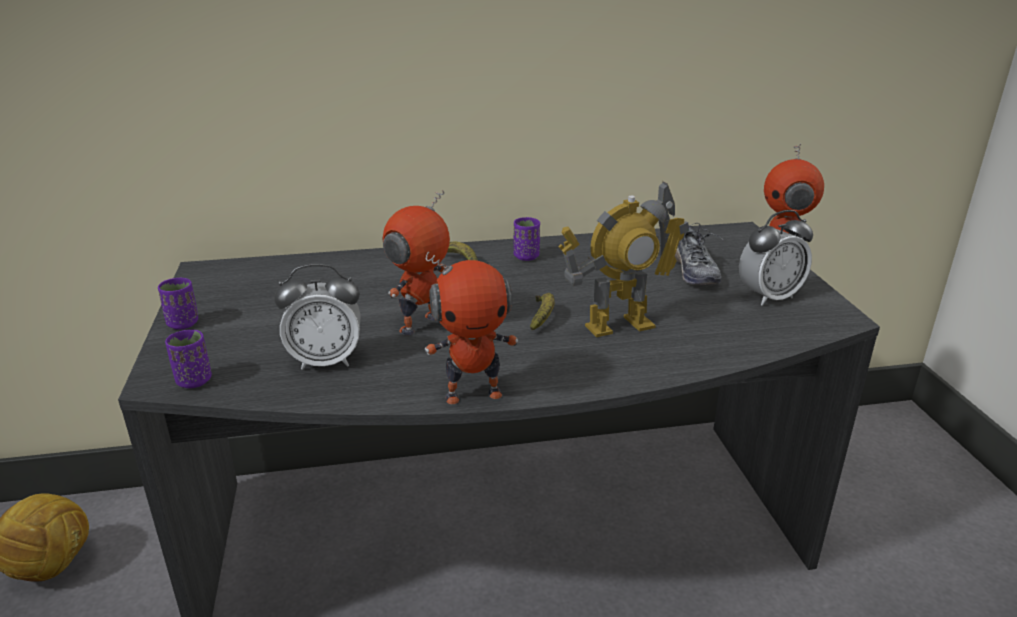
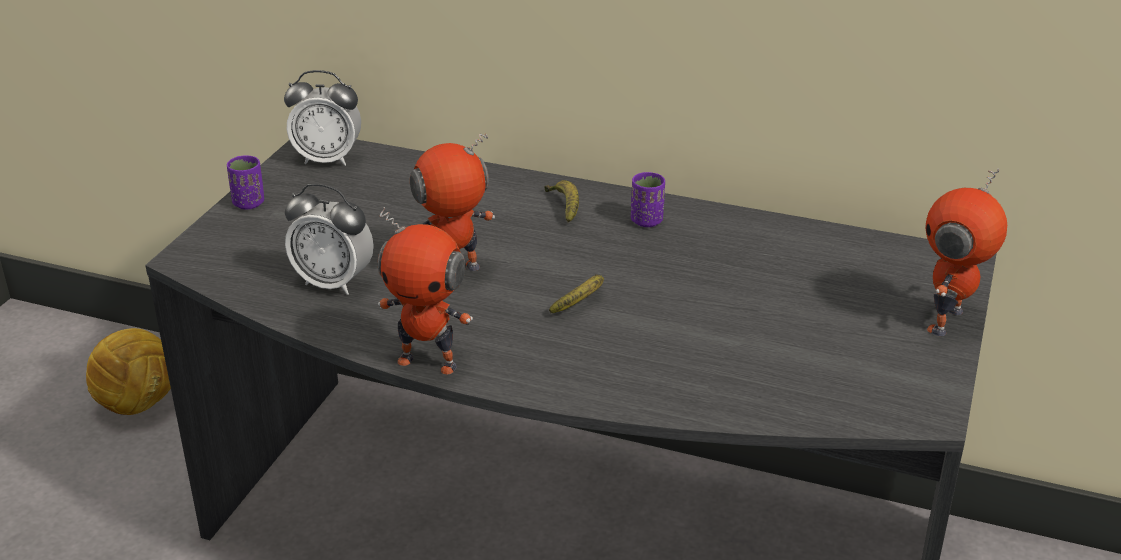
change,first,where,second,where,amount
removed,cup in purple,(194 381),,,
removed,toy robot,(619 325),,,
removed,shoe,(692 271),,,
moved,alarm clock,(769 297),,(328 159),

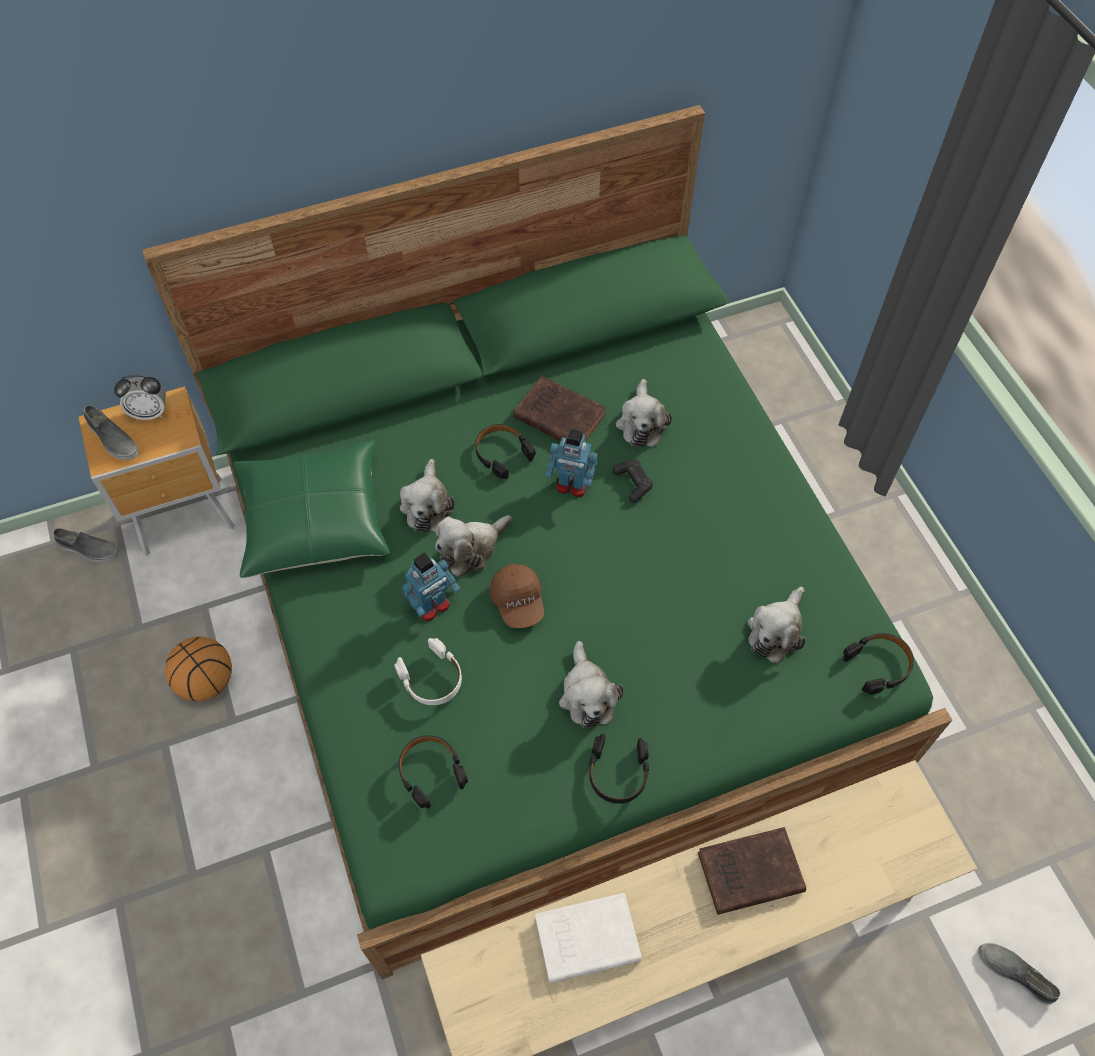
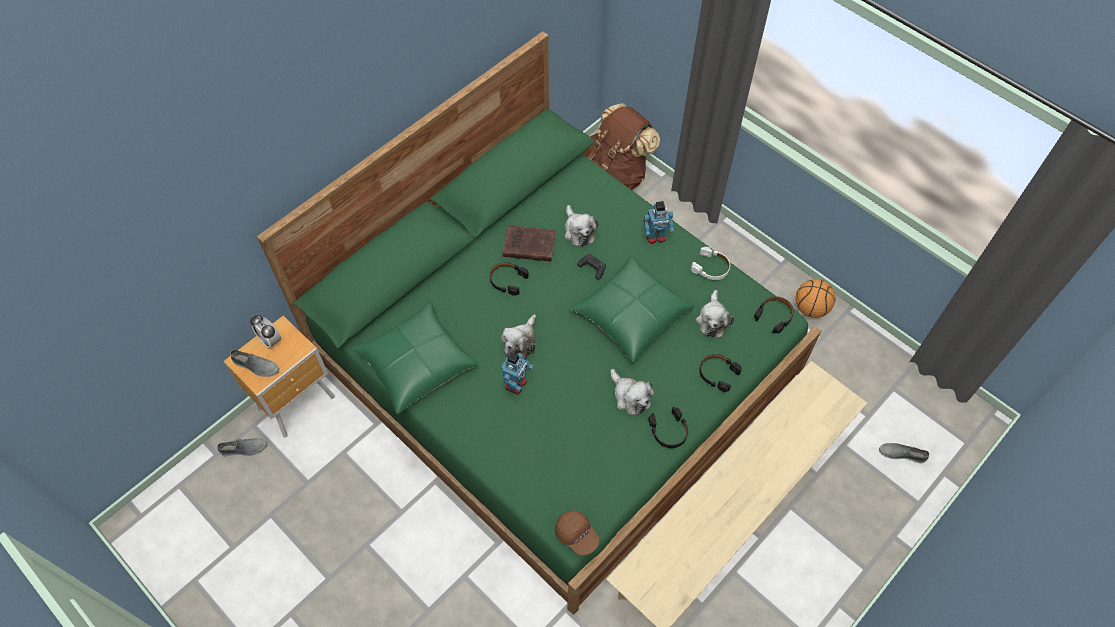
change,first,where,second,where,amount
turned,alarm clock,(150 413),,(270 340),75 degrees clockwise
moved,basketball,(206 682),,(811 309),
moved,headphones in white,(432 678),,(711 268),
moved,headphones in black,(430 771),,(717 373),
removed,plush toy,(427 505),,,
moved,cap in brown,(518 602),,(577 535),
removed,book in white,(584 940),,,
moved,toy robot,(572 485),,(655 237),
removed,book in brown,(747 873),,,
added,,,pillow in green,(631 315),
added,,,backpack in brown,(615 174),

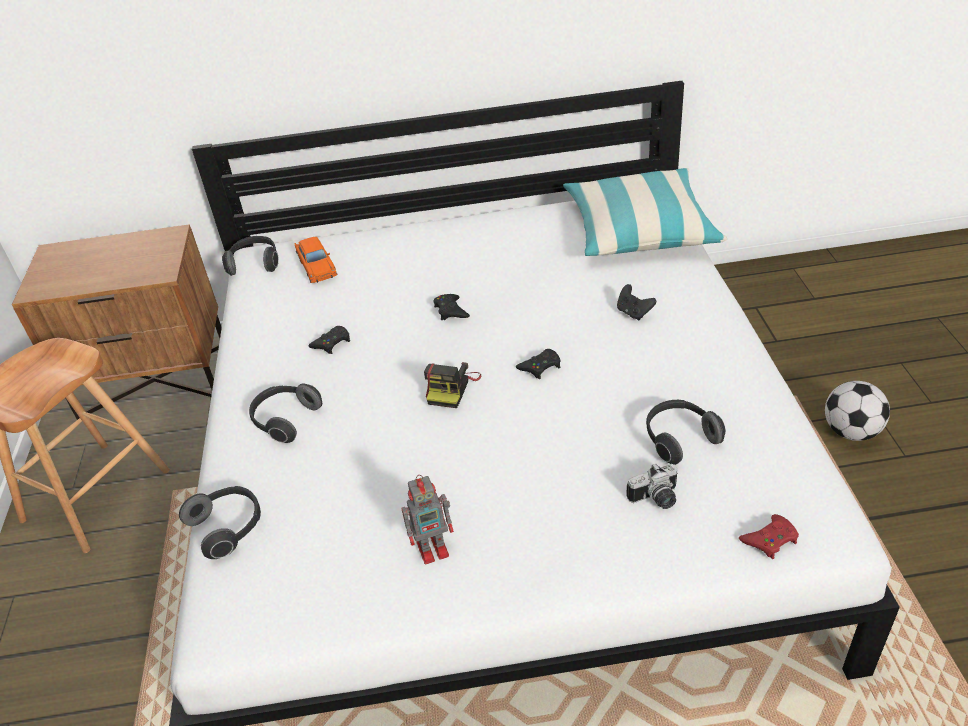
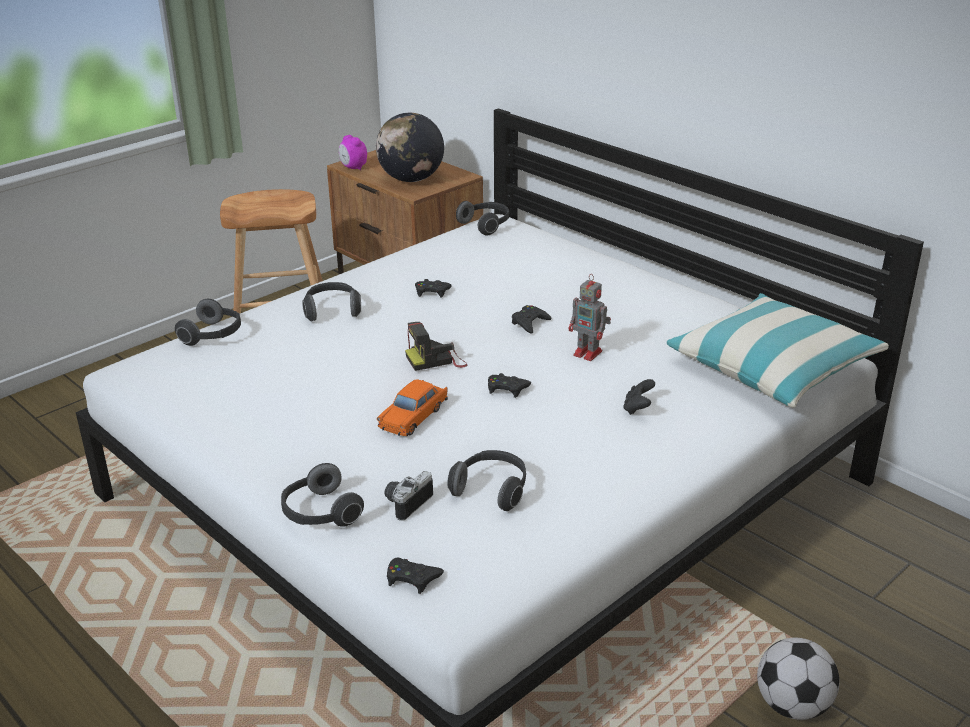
change,first,where,second,where,amount
moved,toy car in orange,(317 266),,(414 417),
moved,toy robot,(434 548),,(589 353),
turned,photo camera,(656 499),,(406 502),90 degrees clockwise
recoloured,game controller in red,(770 539),game controller in black,(412 578),
added,,,headphones,(319 514),
added,,,alarm clock,(353 168),
added,,,globe,(411 179),

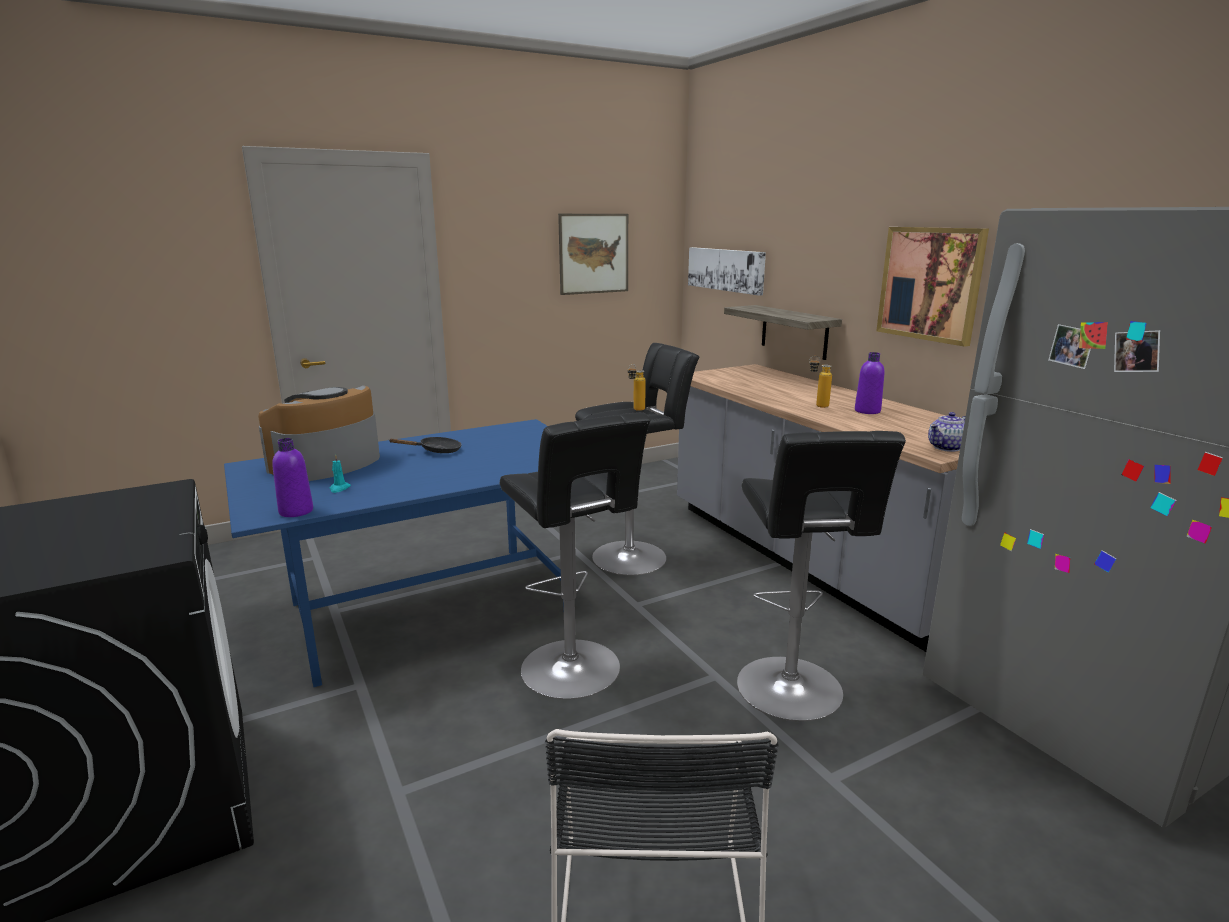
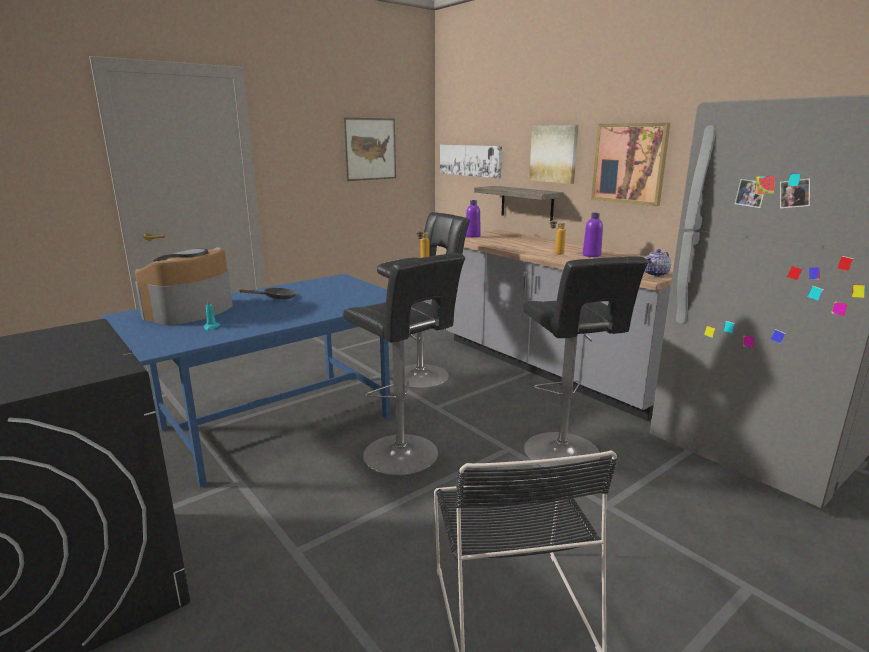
change,first,where,second,where,amount
moved,bottle in purple,(296 511),,(472 236),
added,,,picture,(554 154),

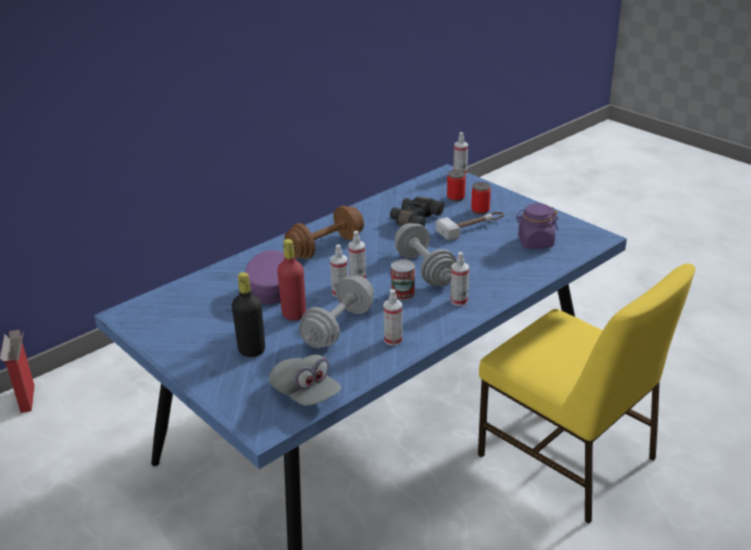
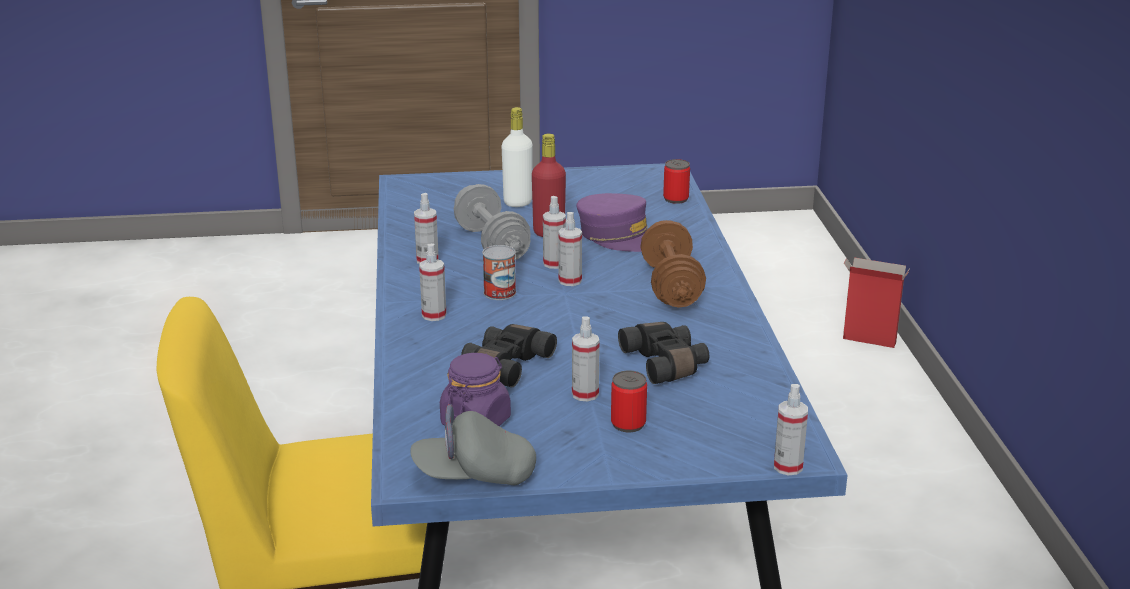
change,first,where,second,where,amount
recoloured,bottle in black,(252 350),bottle in white,(518 202),
moved,cap in grey,(305 394),,(474 475),
removed,dumbbell in grey,(425 269),,,
replaced,hammer,(472 228),spray bottle,(585 394),
moved,can,(455 197),,(676 199),
added,,,binoculars in black,(505 365),

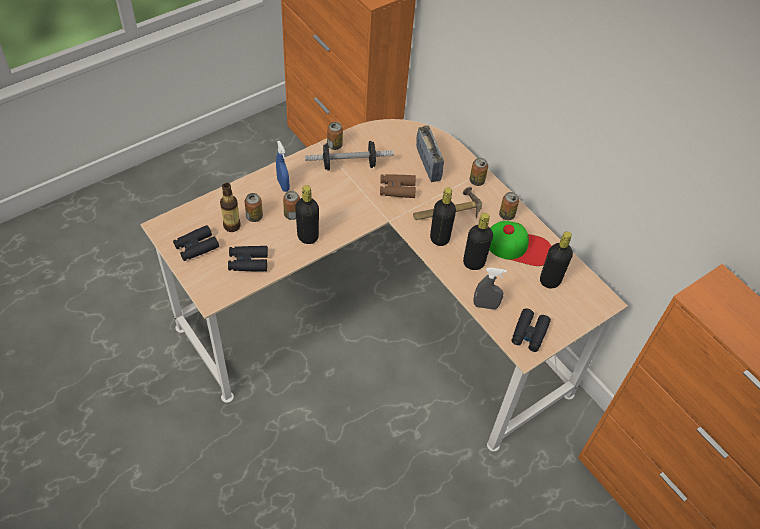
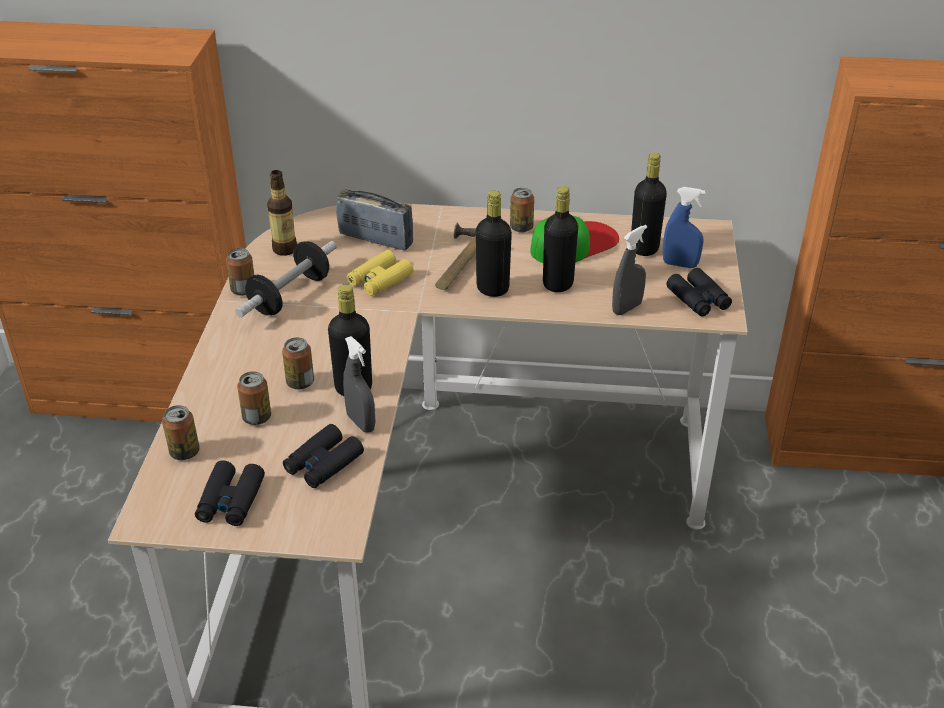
change,first,where,second,where,amount
moved,bottle,(232 226),,(285 249),
moved,spray bottle in blue,(283 185),,(680 264),
recoloured,binoculars in brown,(397 189),binoculars in yellow,(380 280),
moved,can,(477 181),,(184 452),
added,,,spray bottle in grey,(361 423),

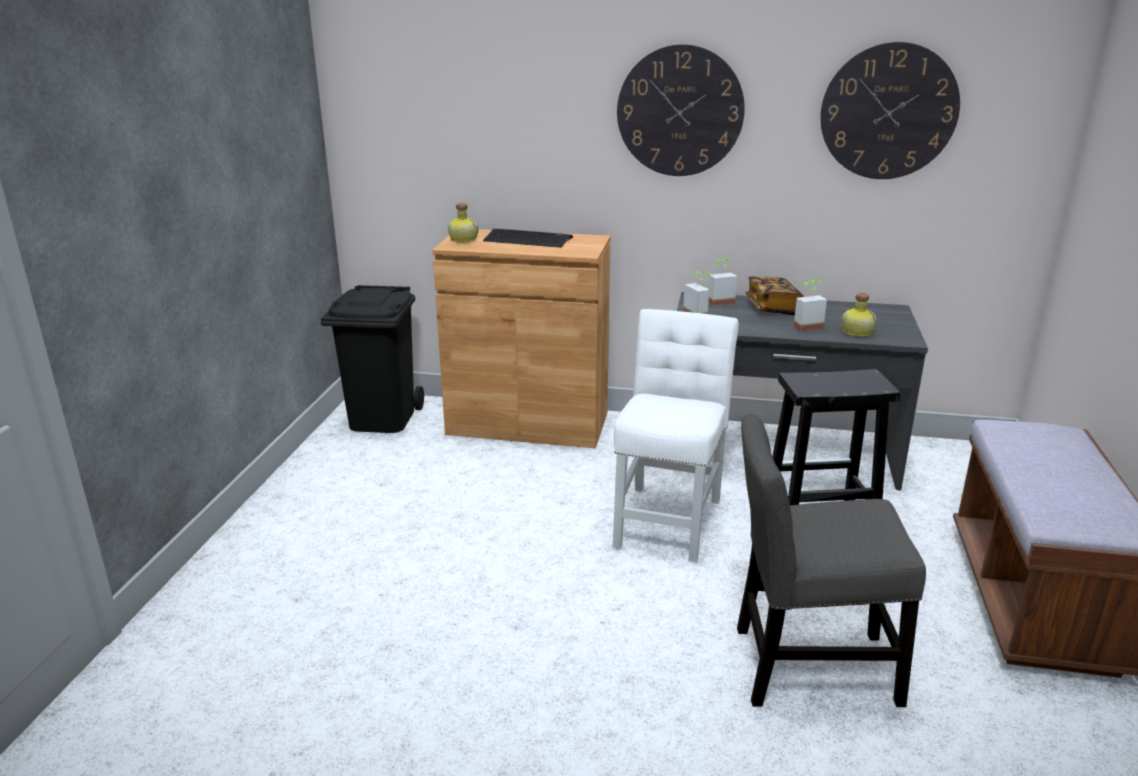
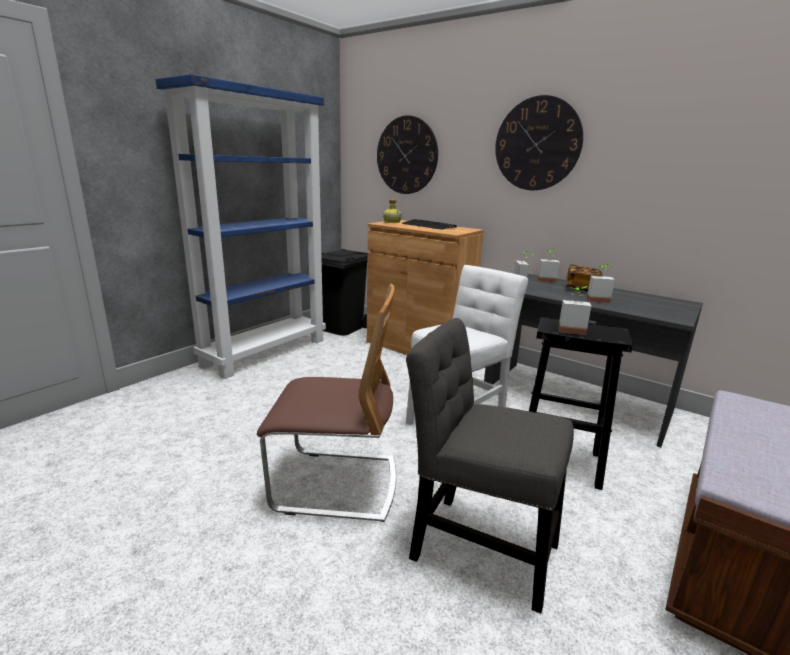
change,first,where,second,where,amount
moved,wall clock,(888 112),,(406 155),
removed,bottle,(856 331),,,
added,,,bookcase in blue,(266 352),
added,,,chair,(336 484),
added,,,potted plant,(571 329),

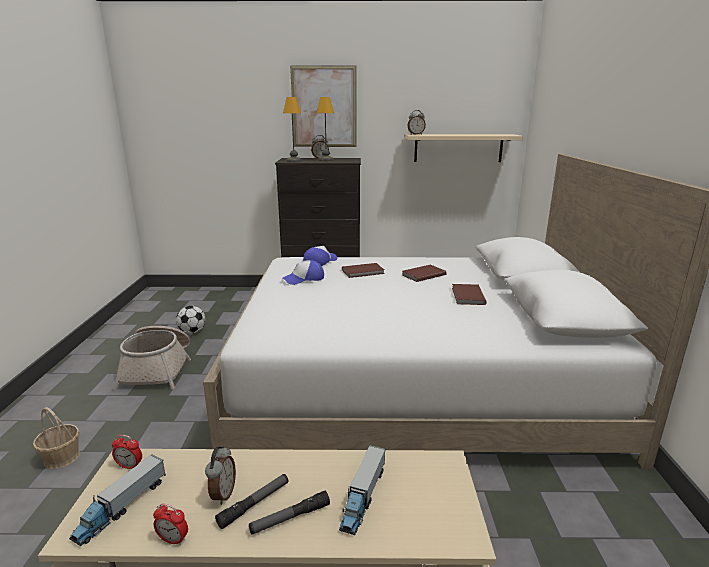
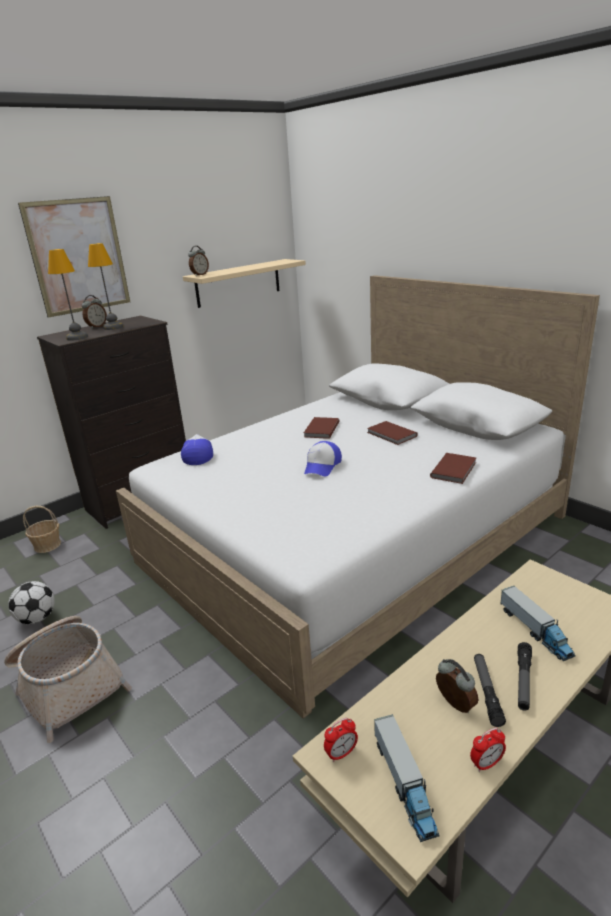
change,first,where,second,where,amount
moved,basket,(62 458),,(47 545),
moved,cap,(304 279),,(322 466),
moved,book in brown,(363 272),,(455 470),

